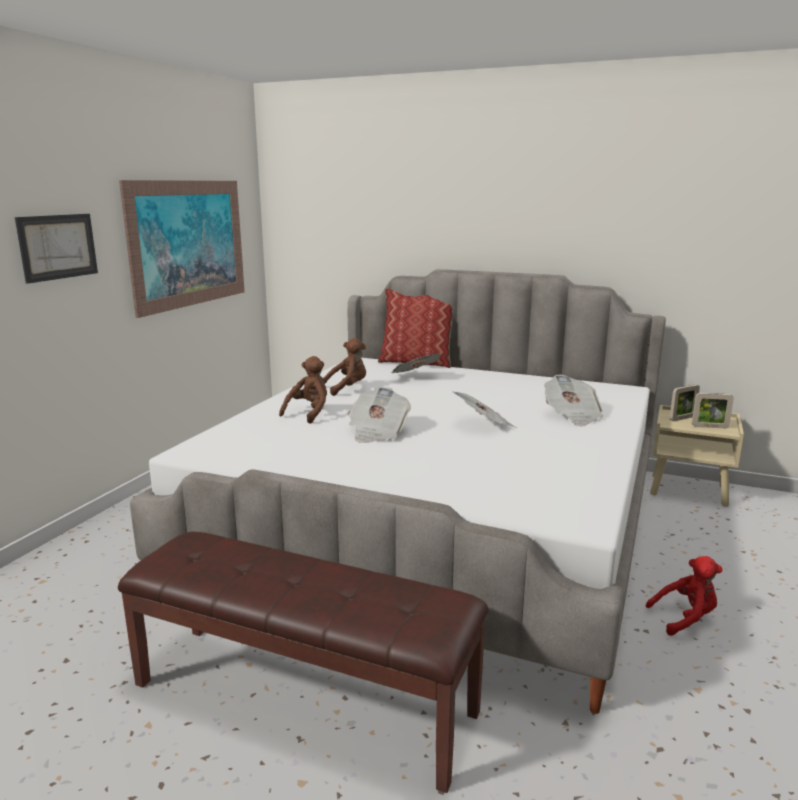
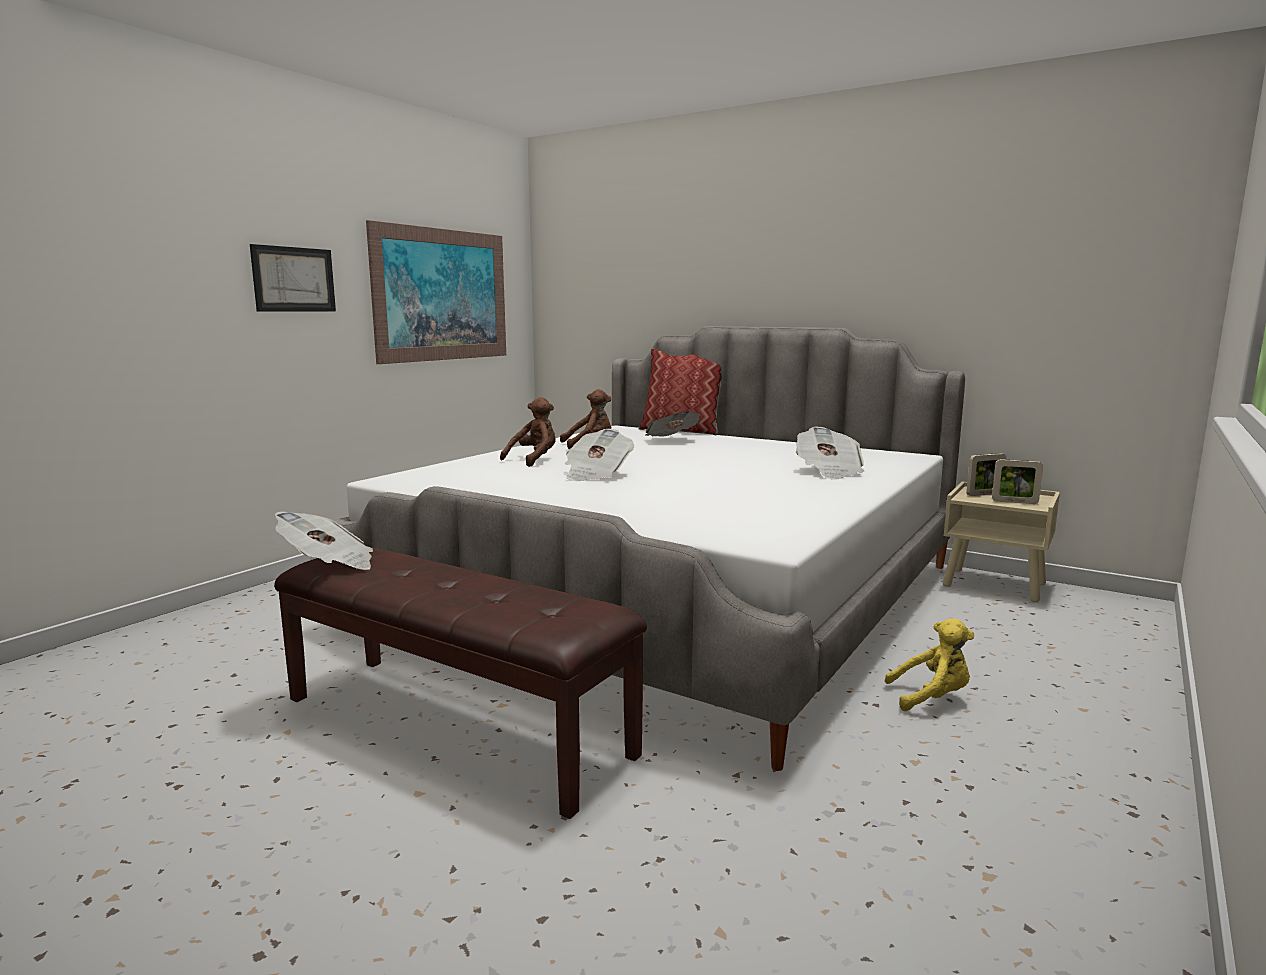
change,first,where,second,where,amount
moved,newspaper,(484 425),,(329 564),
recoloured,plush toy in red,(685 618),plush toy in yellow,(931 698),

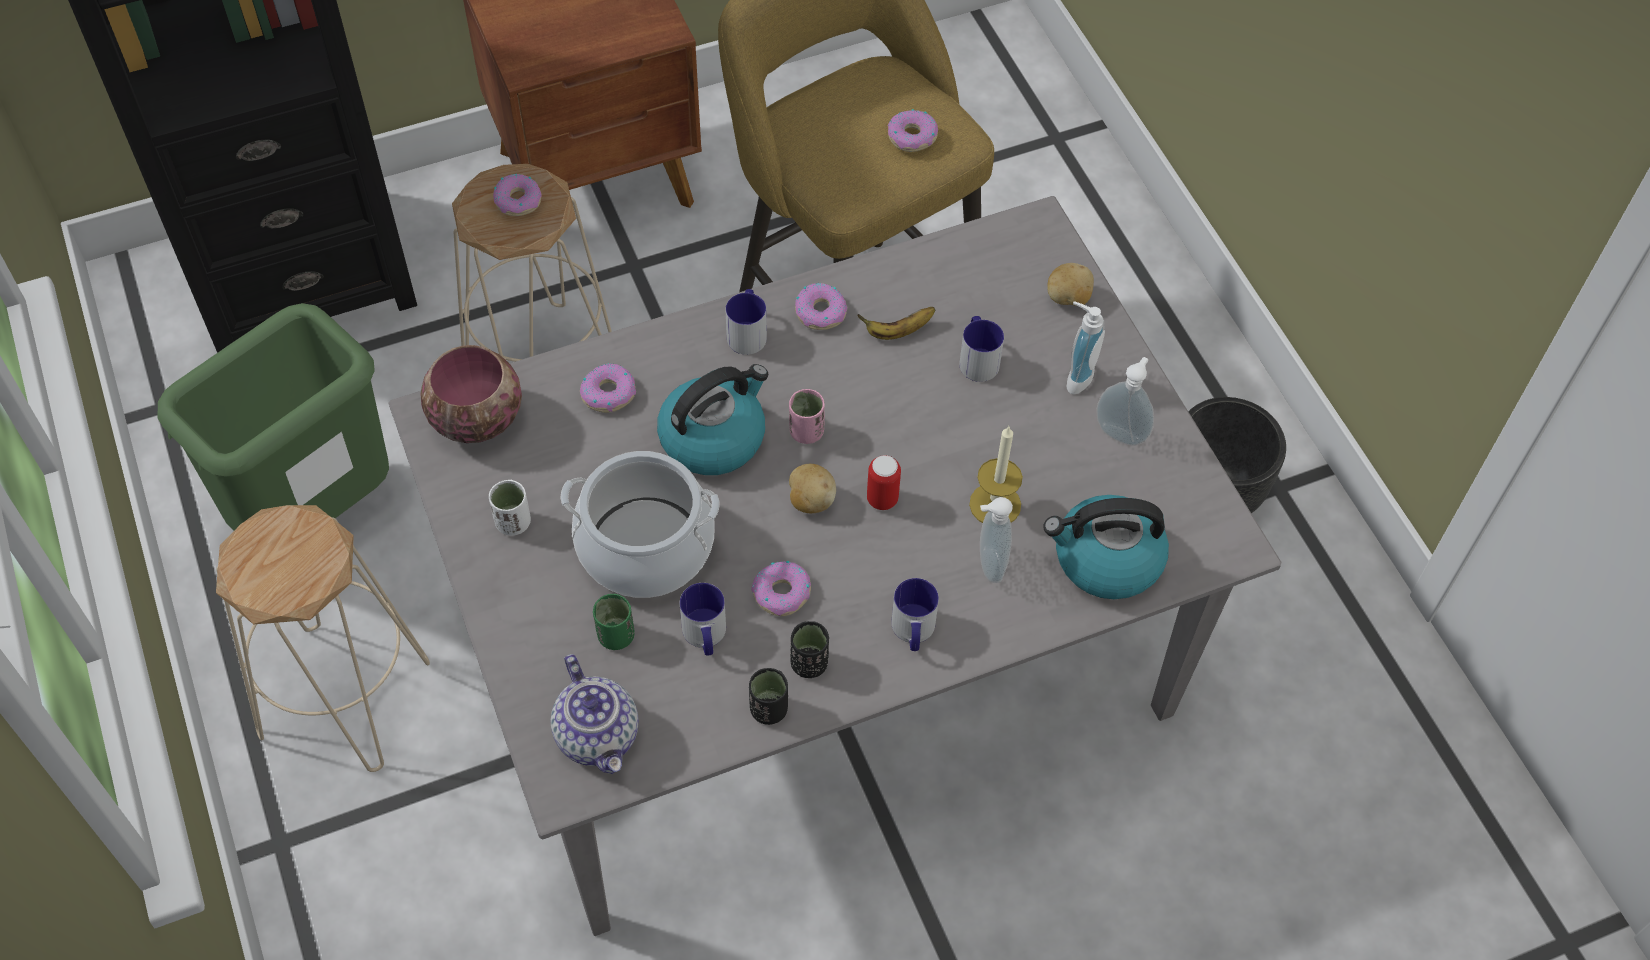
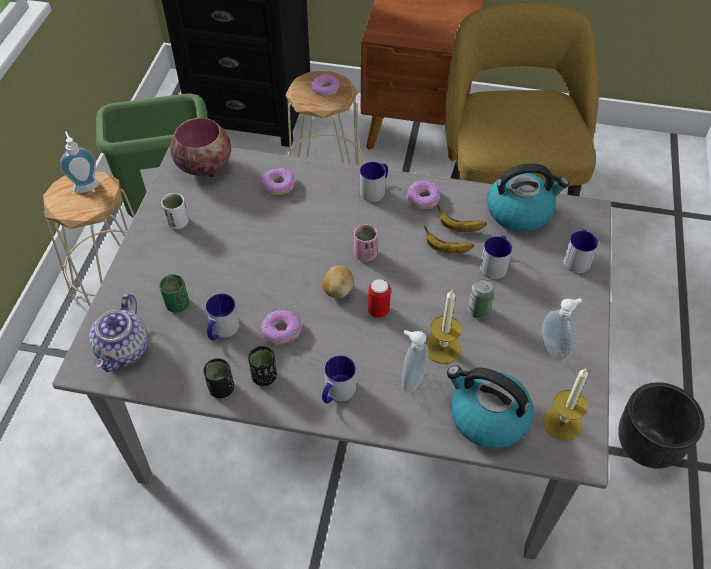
change,first,where,second,where,amount
removed,cooking pot,(645 546),,,
moved,kettle,(713 437),,(520 211),
removed,donut,(912 137),,,
replaced,potato,(1068 298),mug,(577 258),
moved,soap dispenser,(1075 376),,(85 185),
added,,,banana,(446 249),
added,,,can,(478 311),
added,,,candle,(562 423),

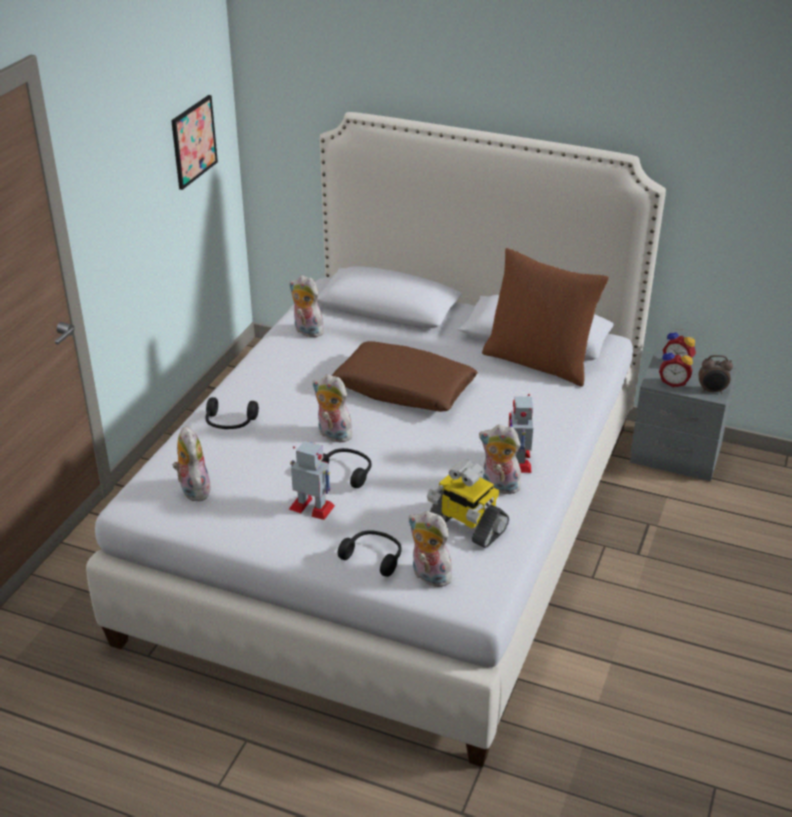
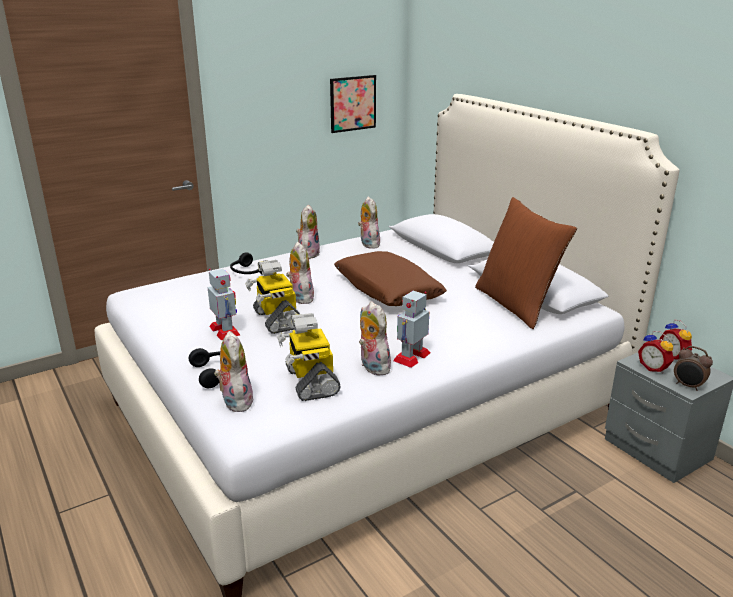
change,first,where,second,where,amount
moved,plush toy,(193 489),,(308 254),
replaced,headphones in black,(346 472),toy robot,(276 319),

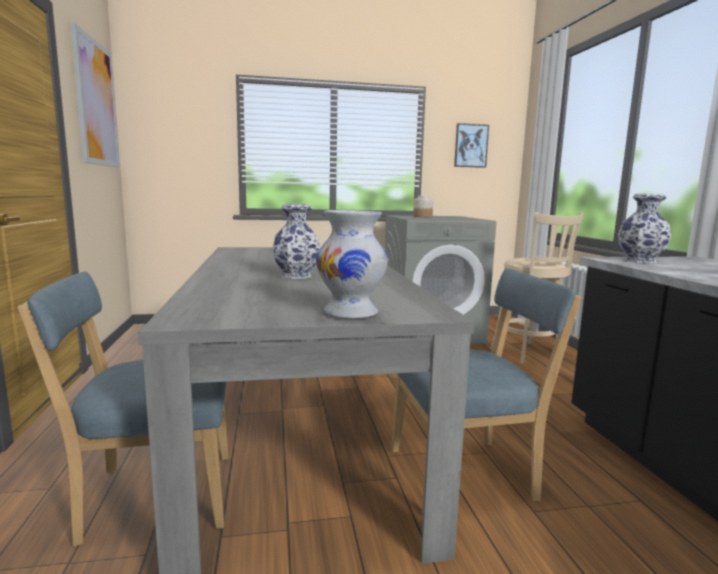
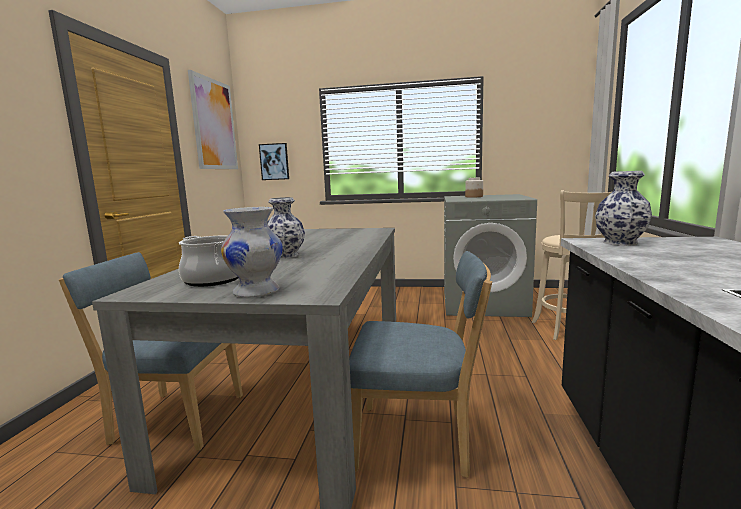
change,first,where,second,where,amount
moved,picture,(470 146),,(274 161),
added,,,cooking pot,(213 280),

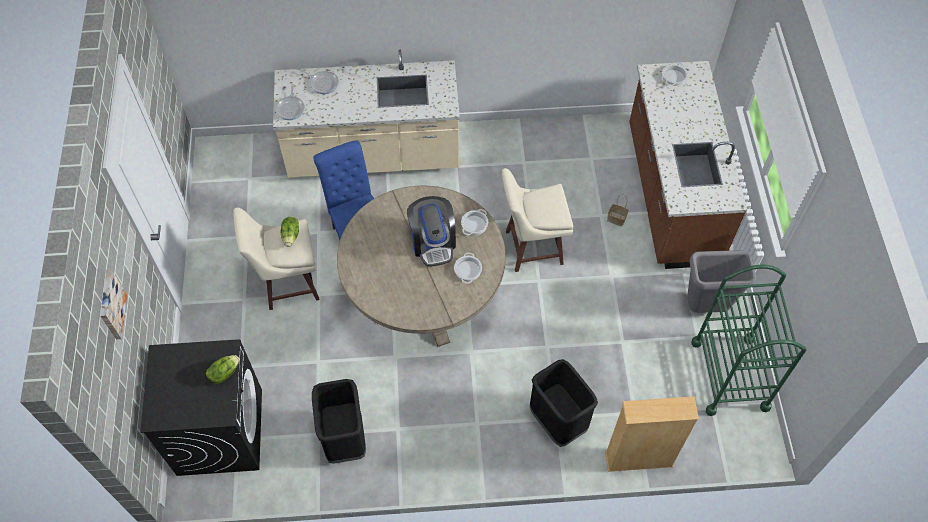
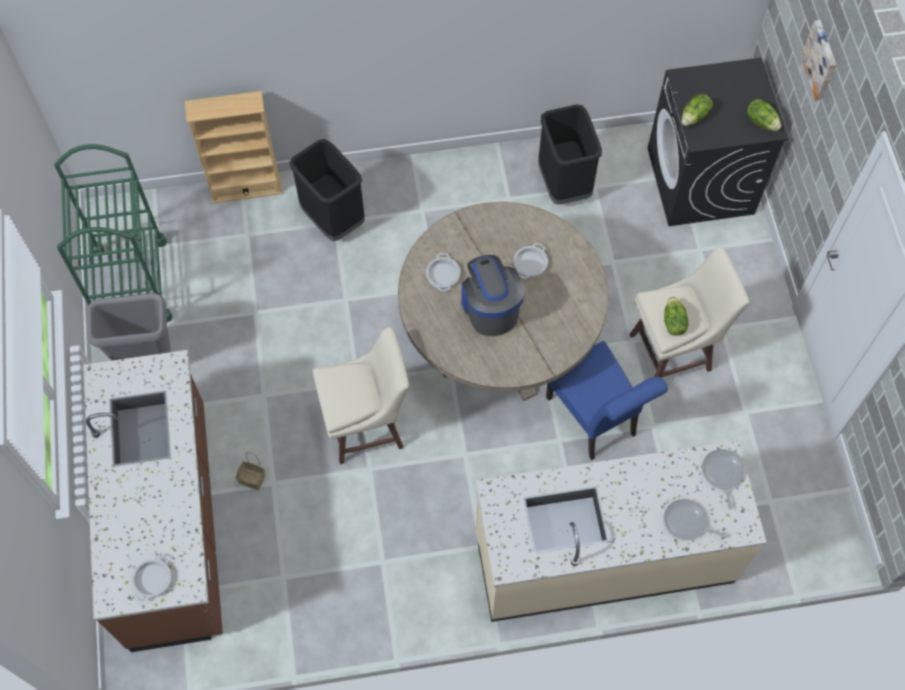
change,first,where,second,where,amount
moved,cooking pot,(474 224),,(530 264),
added,,,lettuce,(761 121),

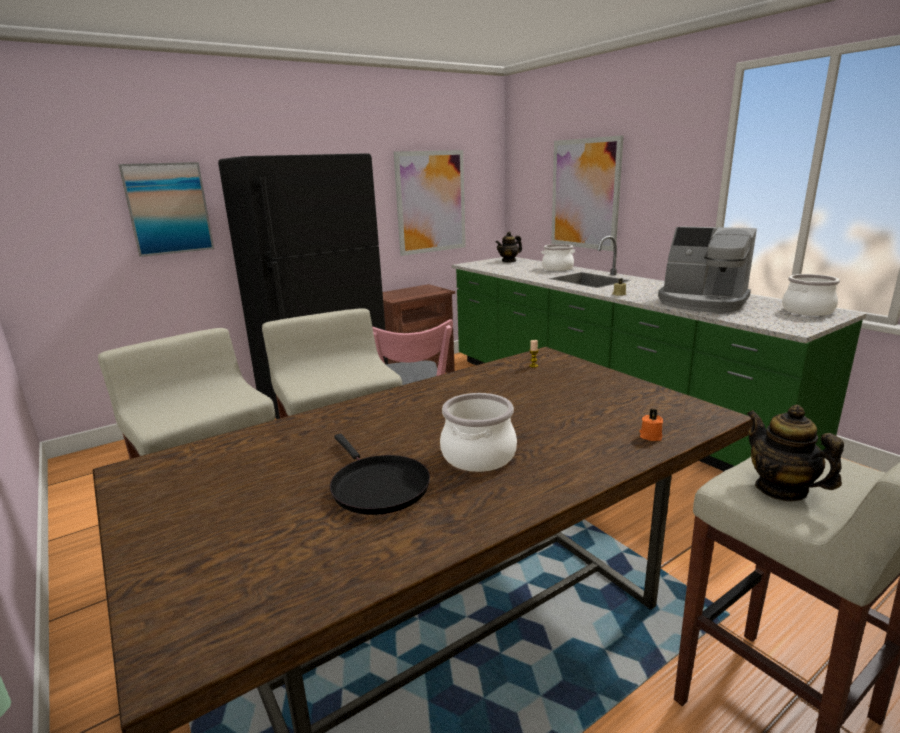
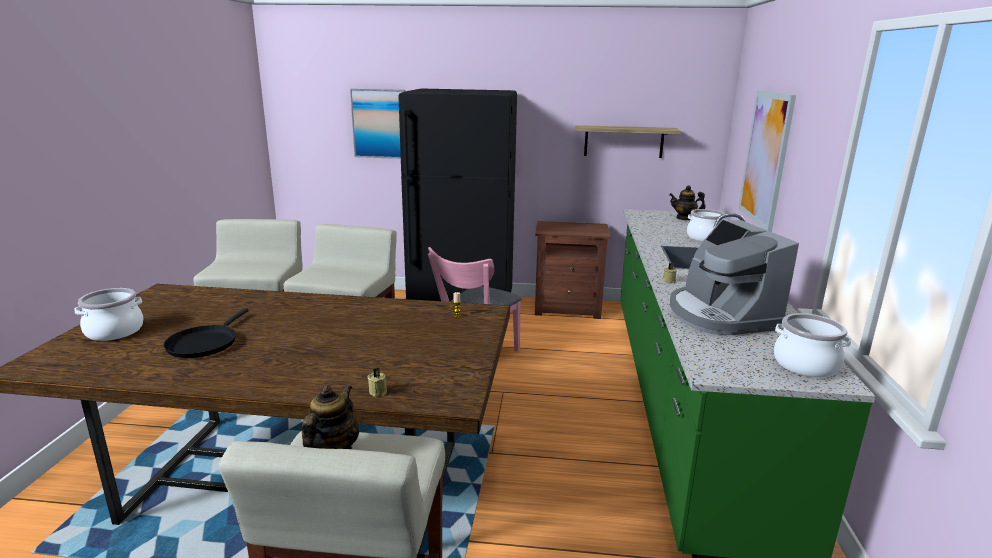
change,first,where,second,where,amount
replaced,picture,(431 202),shelf,(623 141),
moved,cooking pot,(477 455),,(114 331),
recoloured,candle in orange,(650 436),candle in beige,(378 391),

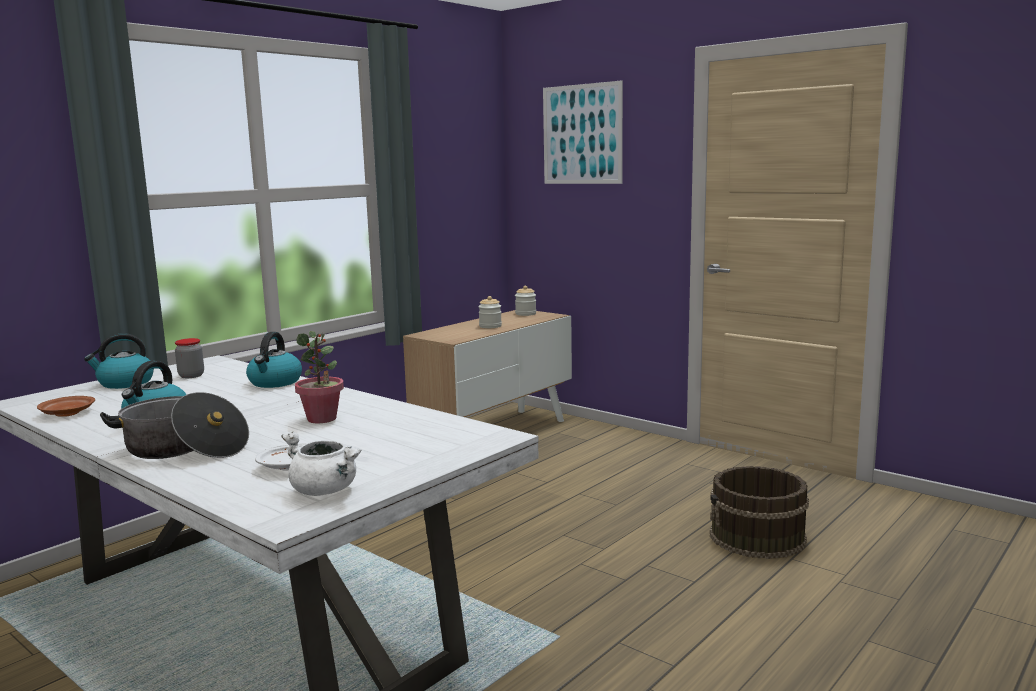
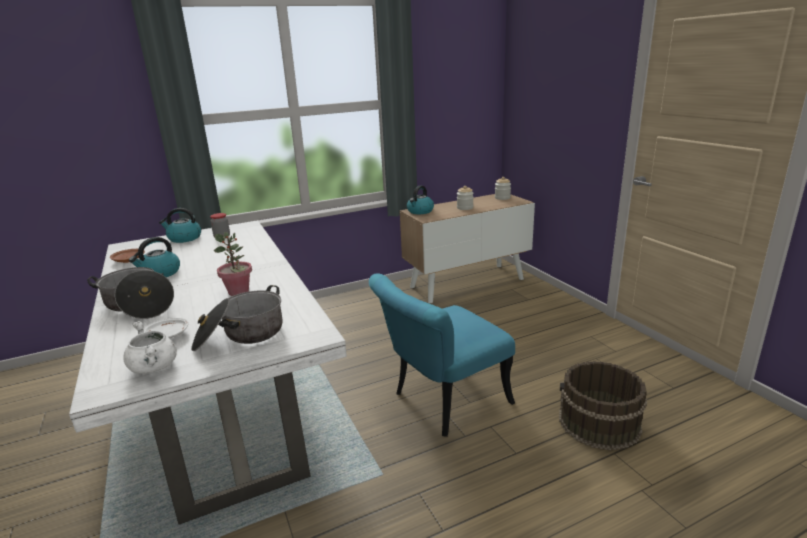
change,first,where,second,where,amount
moved,kettle,(275 382),,(420 211),
removed,picture,(582 134),,,
added,,,cooking pot,(240 335),
added,,,chair in turquoise,(442 403),

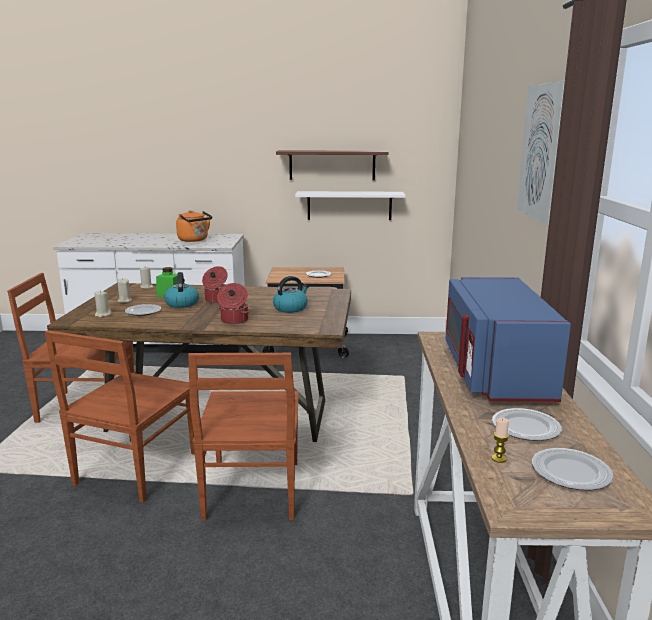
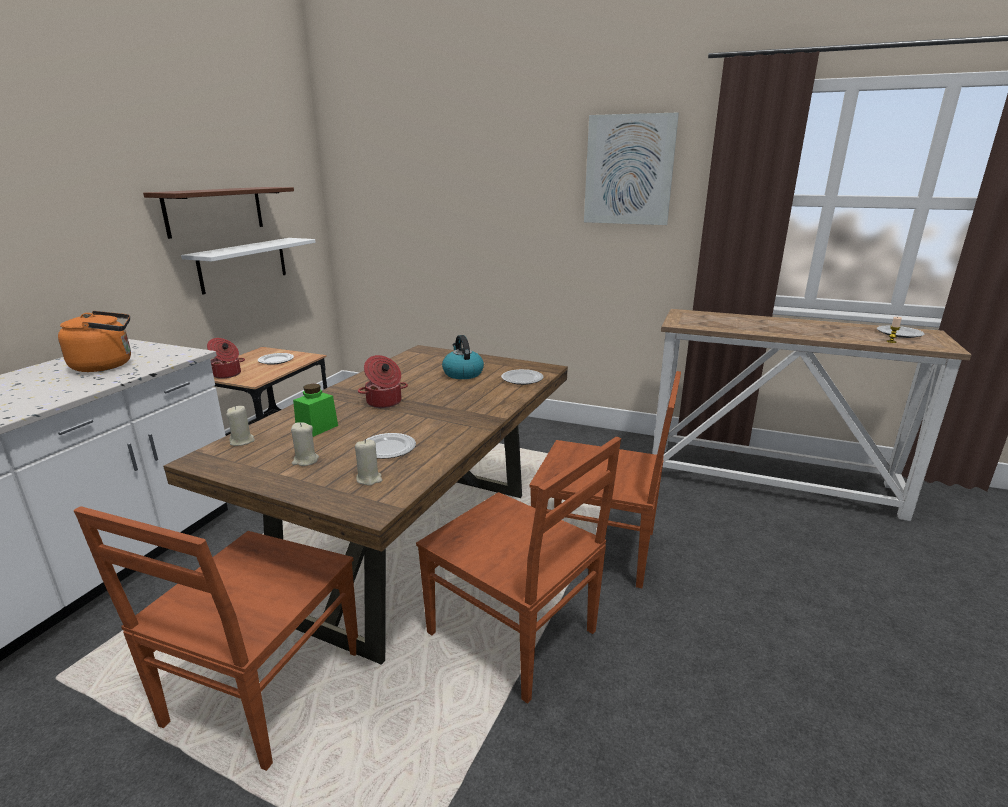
change,first,where,second,where,amount
removed,kettle,(182 303),,,
moved,cooking pot,(234 320),,(227 374),
removed,microwave in blue,(493 372),,,
moved,plate,(525 428),,(522 379),

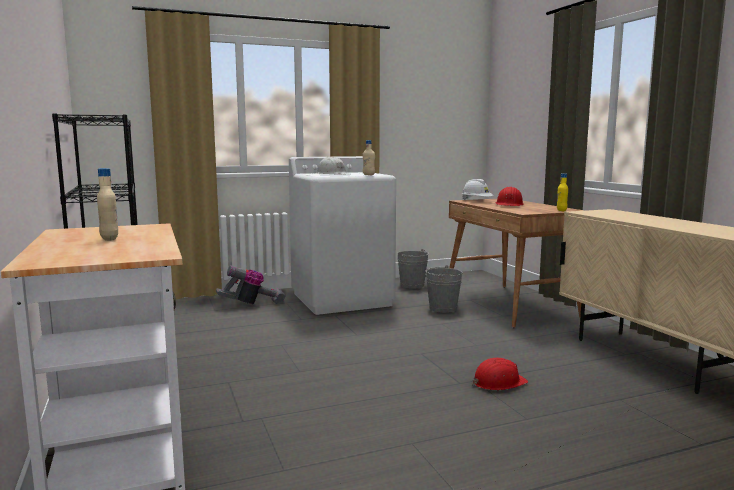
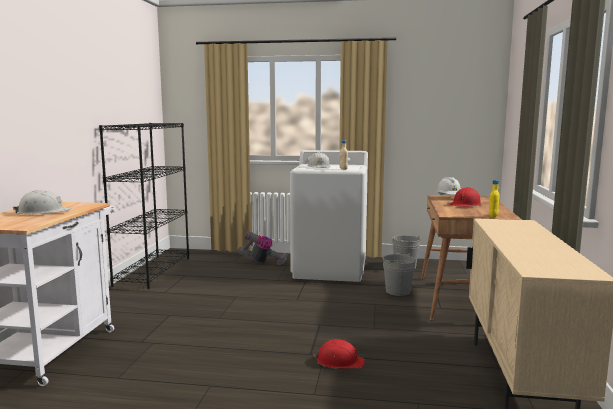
change,first,where,second,where,amount
replaced,bottle in beige,(109 239),hard hat in white,(43 212),

